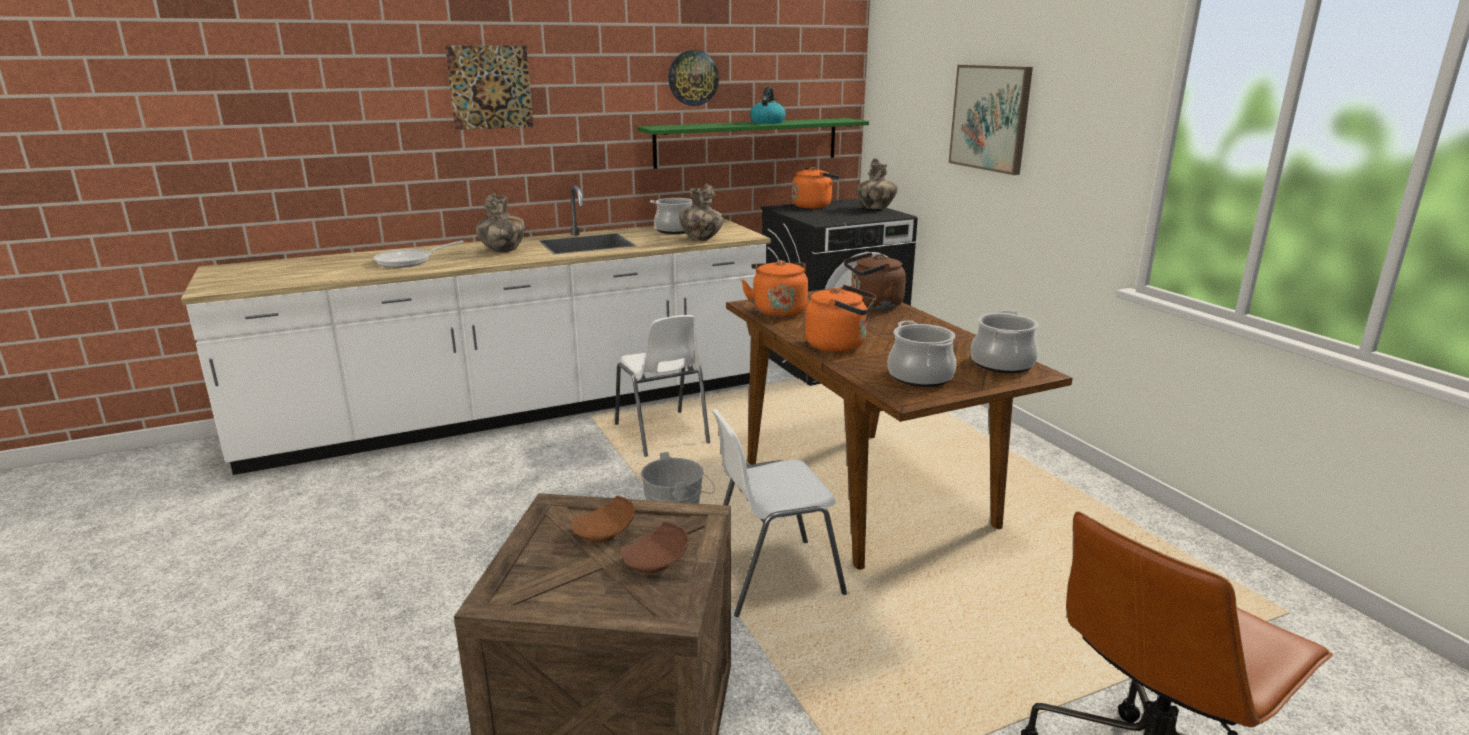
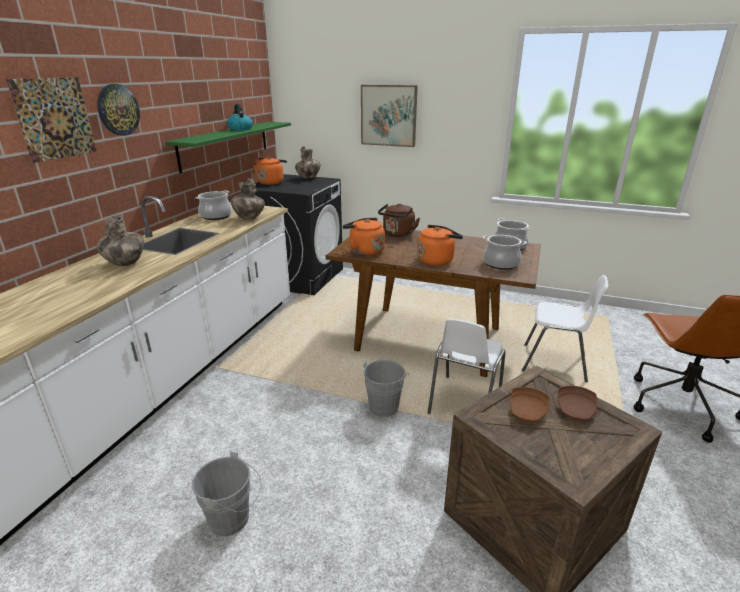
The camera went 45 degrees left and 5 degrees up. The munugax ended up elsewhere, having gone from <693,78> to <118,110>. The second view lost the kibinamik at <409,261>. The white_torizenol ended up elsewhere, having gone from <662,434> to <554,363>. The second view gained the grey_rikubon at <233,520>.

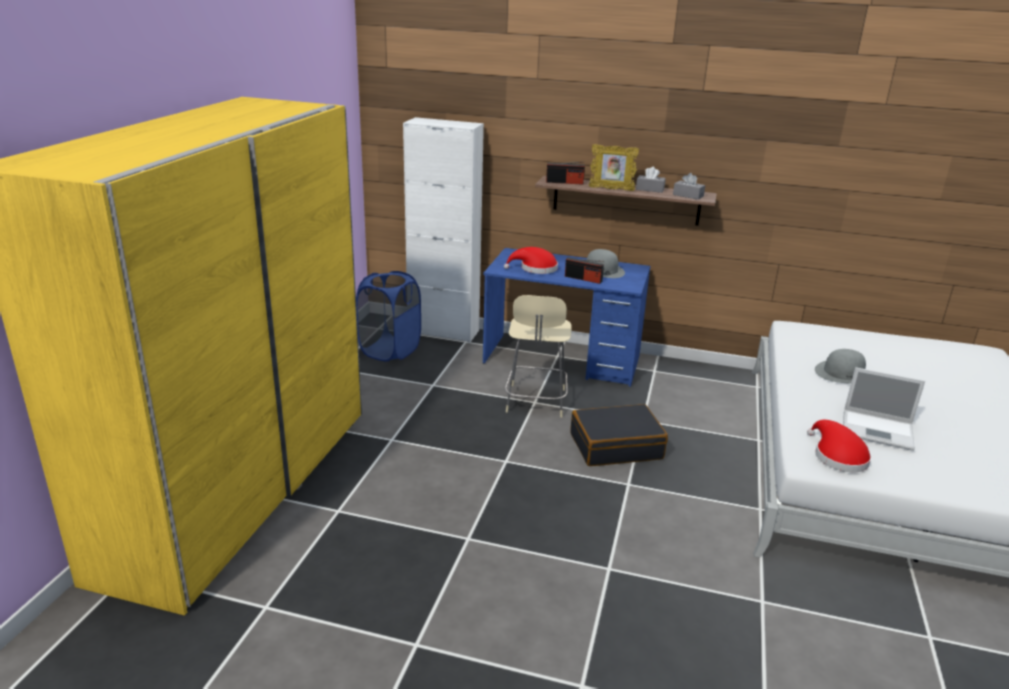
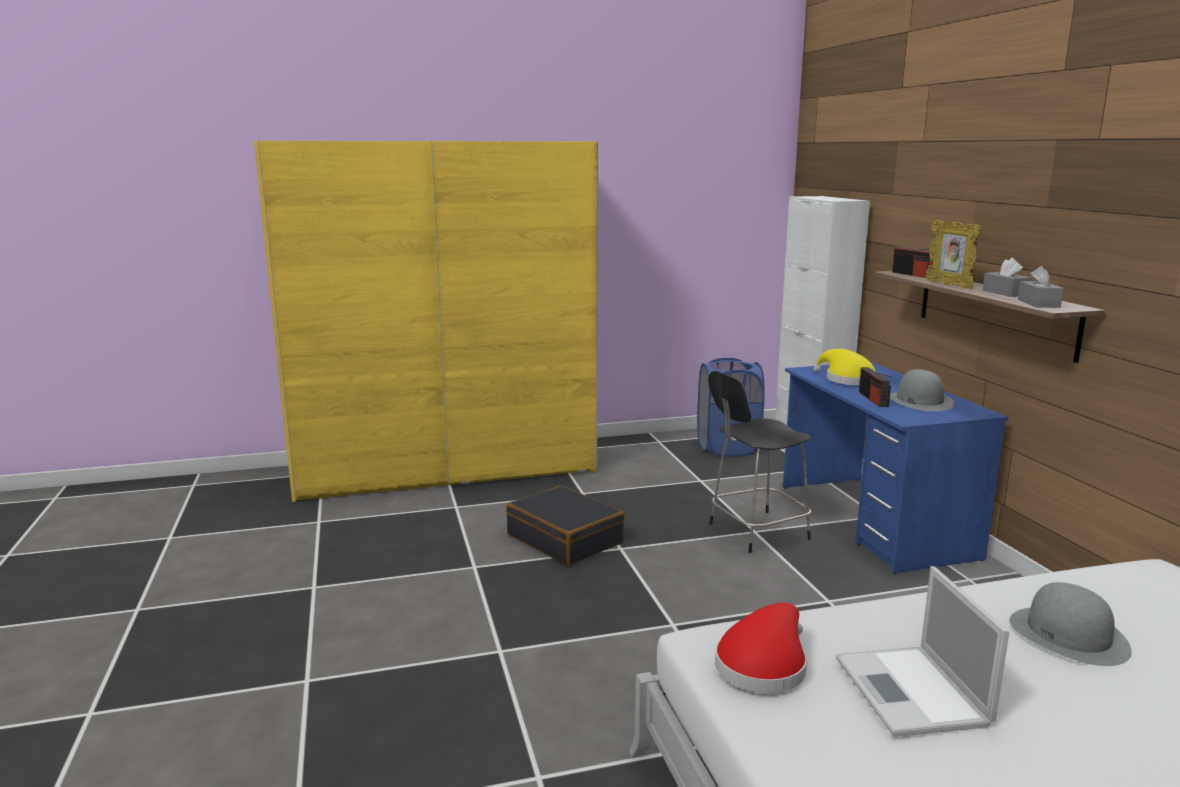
The camera went 60 degrees right and 10 degrees down. What was the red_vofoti at <535,269> turned into the yellow_vofoti at <846,380>. What was the beige_torizenol at <535,402> turned into the black_torizenol at <755,532>. The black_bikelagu ended up elsewhere, having gone from <616,446> to <565,539>.

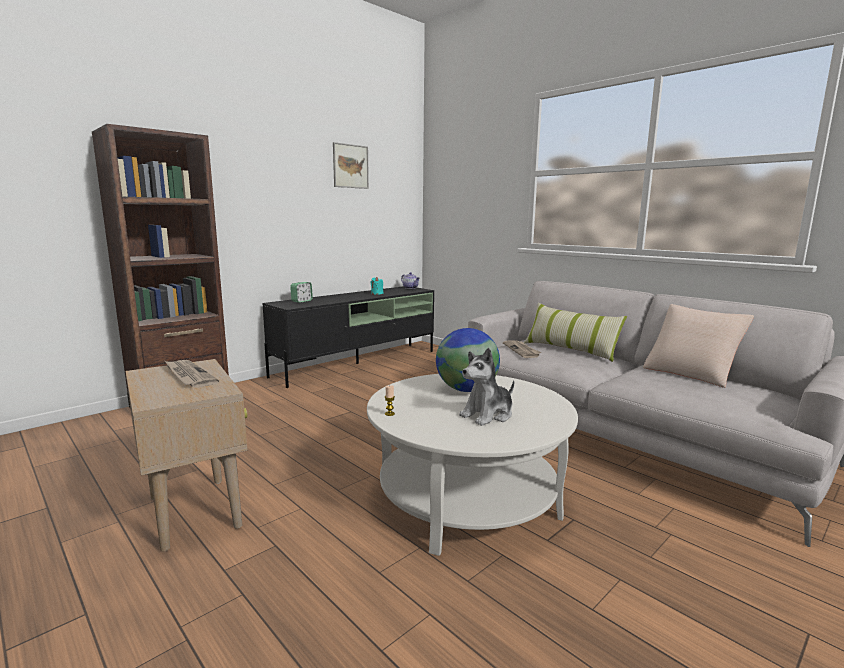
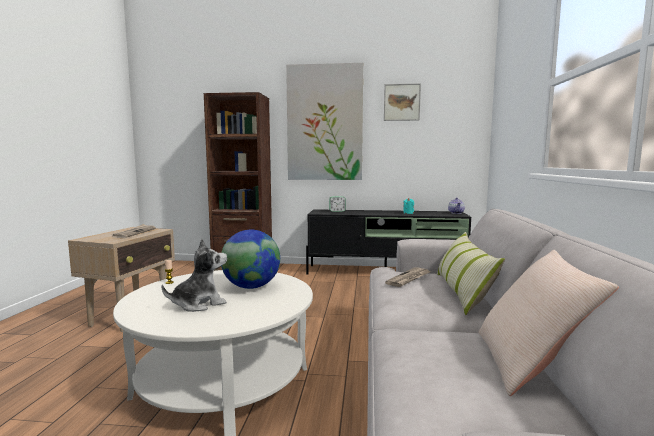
The camera went 50 degrees right and 5 degrees down. The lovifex at <488,415> ended up facing another way, 135 degrees clockwise from before. The second view gained the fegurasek at <324,123>.

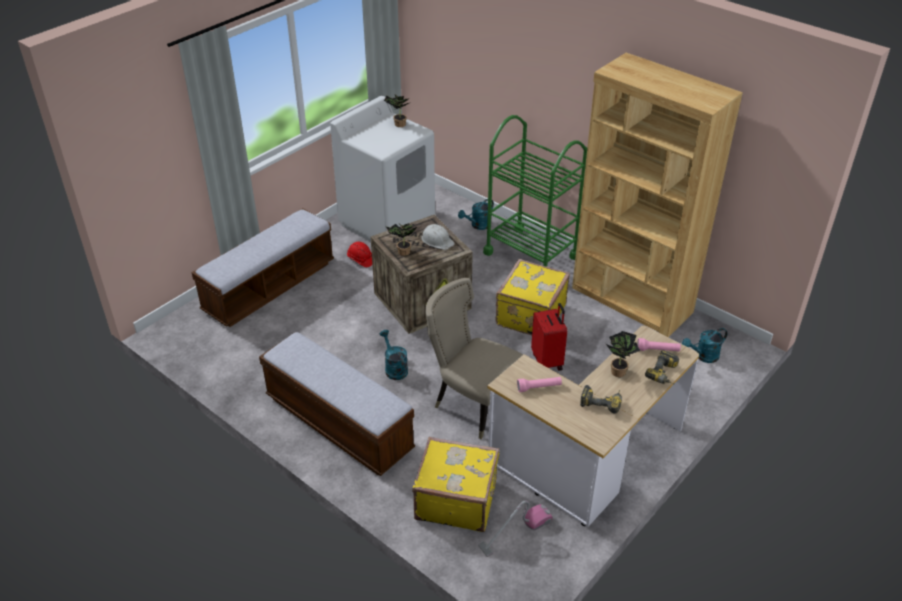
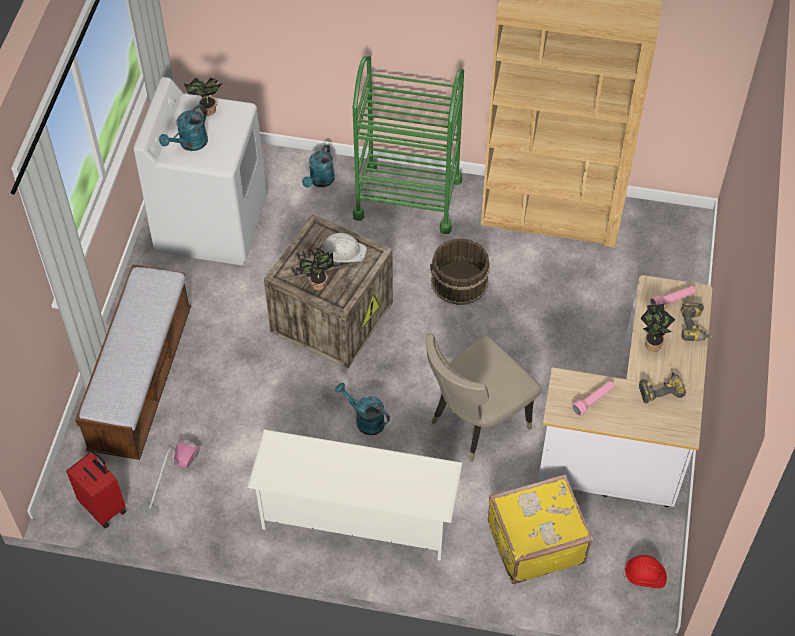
The camera went 30 degrees left and 15 degrees up. The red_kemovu ended up elsewhere, having gone from <360,260> to <645,576>. Where the yellow_bikelagu stood at <529,315>, the brown_rikubon came to stand at <459,282>. The beige_torizenol at <472,403> ended up facing another way, 45 degrees counterclockwise from before. The red_bikelagu ended up elsewhere, having gone from <548,361> to <104,506>. The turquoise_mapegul ended up elsewhere, having gone from <703,356> to <190,144>. Where the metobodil stood at <338,423>, the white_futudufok came to stand at <357,516>. The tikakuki ended up elsewhere, having gone from <515,533> to <170,479>.

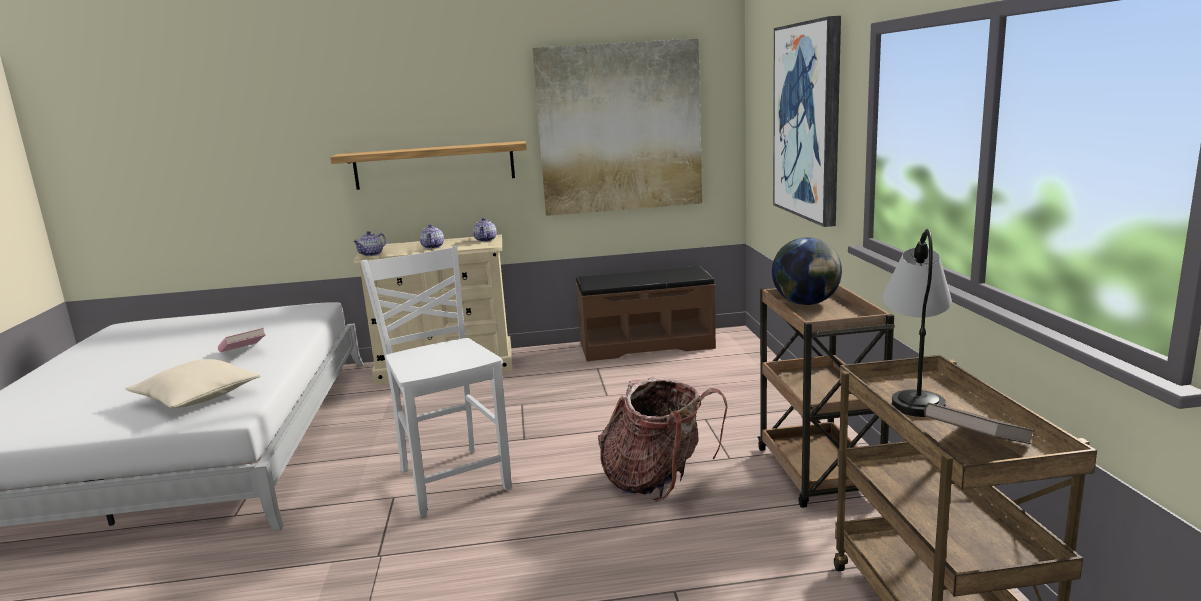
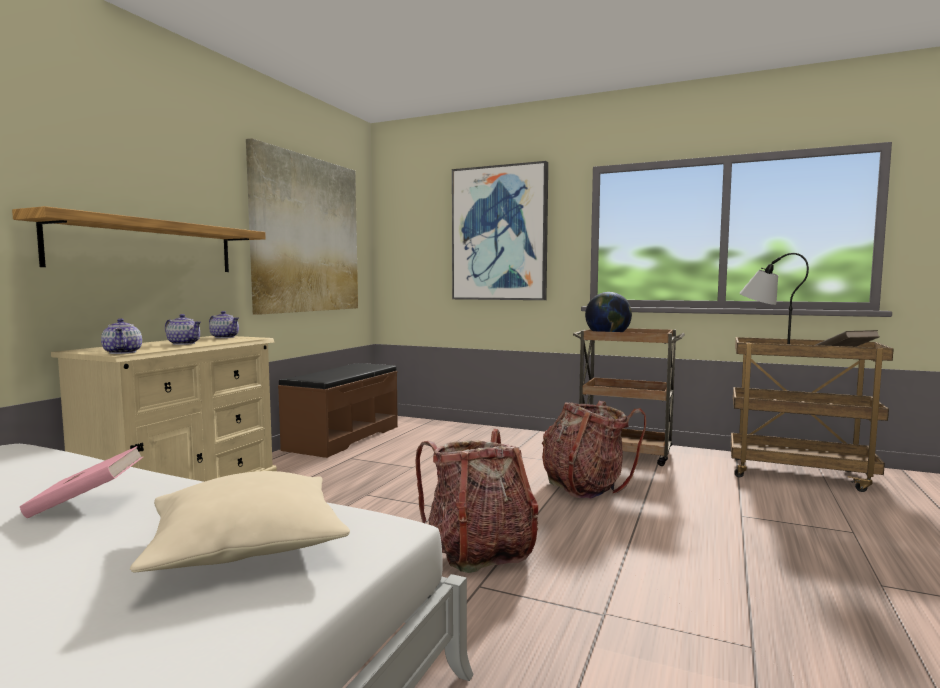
The camera went 60 degrees left and 10 degrees down. Where the white_torizenol stood at <452,479>, the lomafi came to stand at <479,550>.

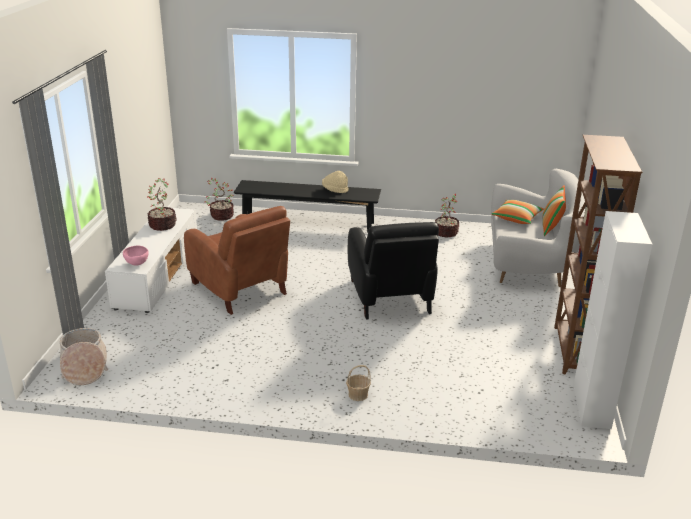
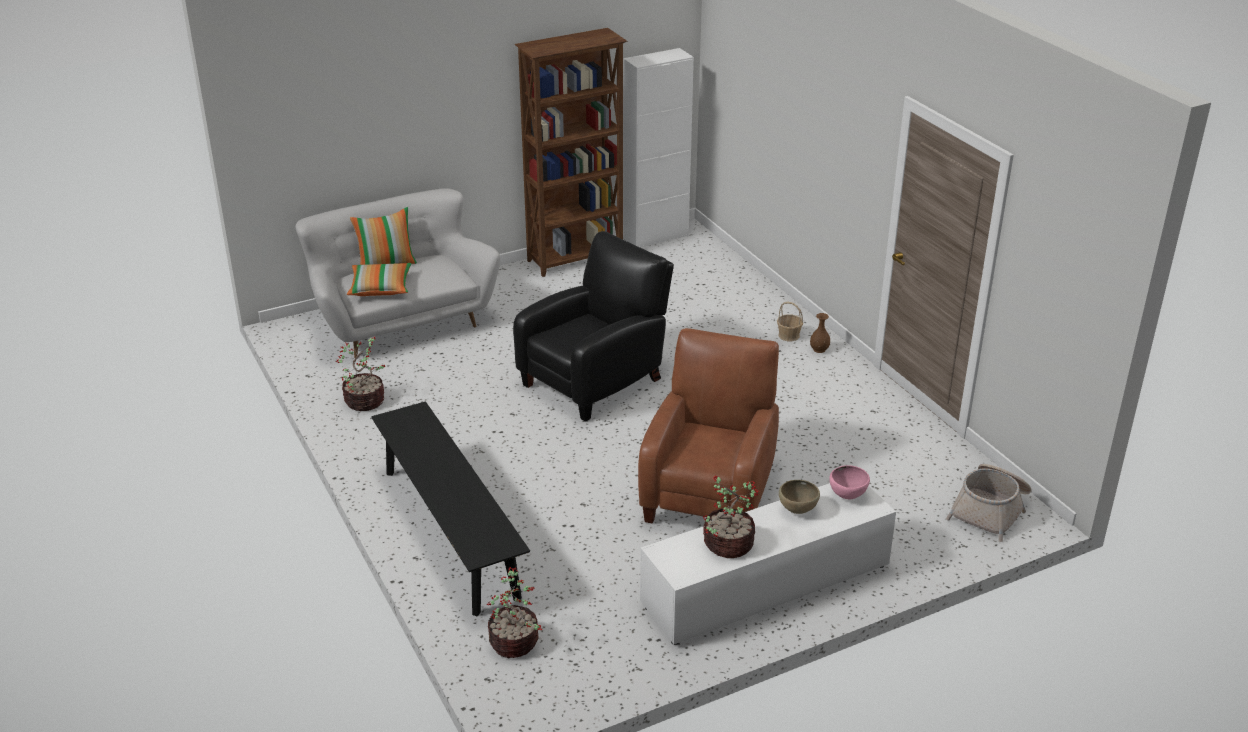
The camera went 125 degrees left and 5 degrees up. The second view lost the beige_vofoti at <335,190>. The second view gained the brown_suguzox at <819,349>. The second view gained the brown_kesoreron at <797,510>.

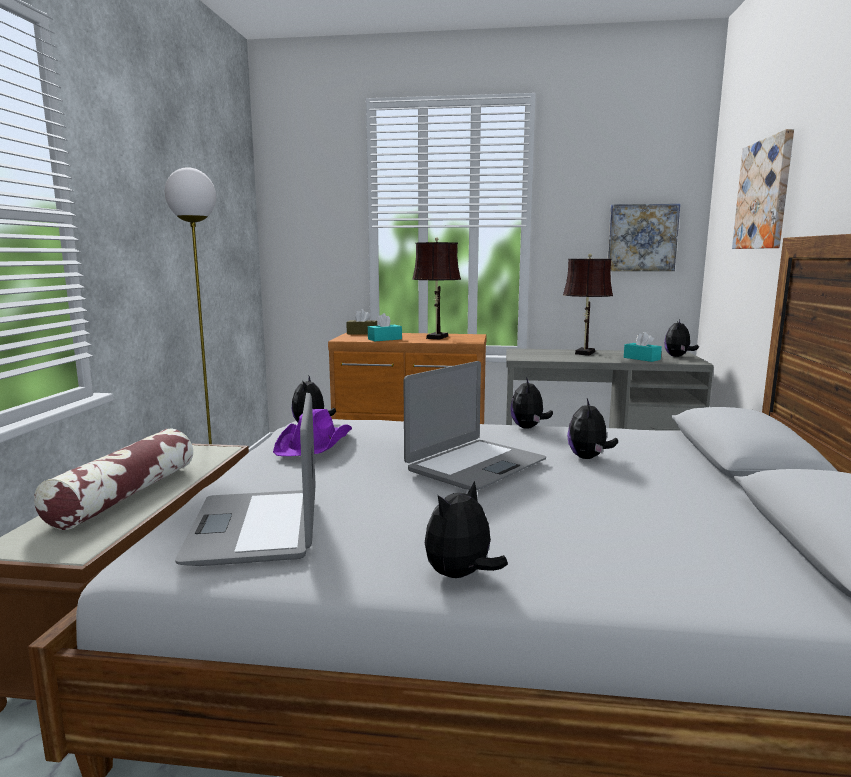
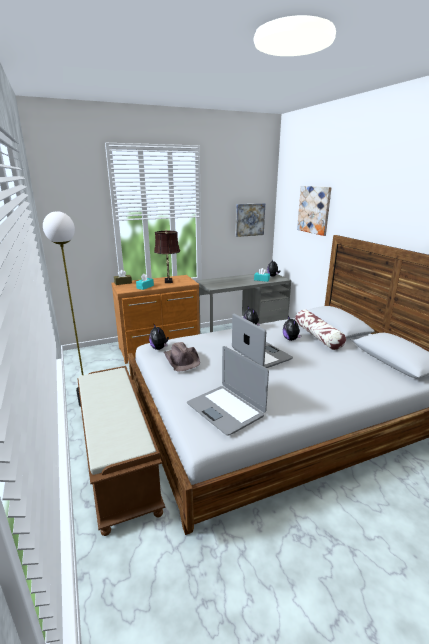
The camera went 30 degrees left and 10 degrees up. The second view lost the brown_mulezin at <584,353>. The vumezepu at <475,465> ended up facing another way, 45 degrees counterclockwise from before. What was the purple_vofoti at <314,443> turned into the brown_vofoti at <182,359>. The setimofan ended up elsewhere, having gone from <125,495> to <318,336>. The second view lost the lovifex at <460,576>.

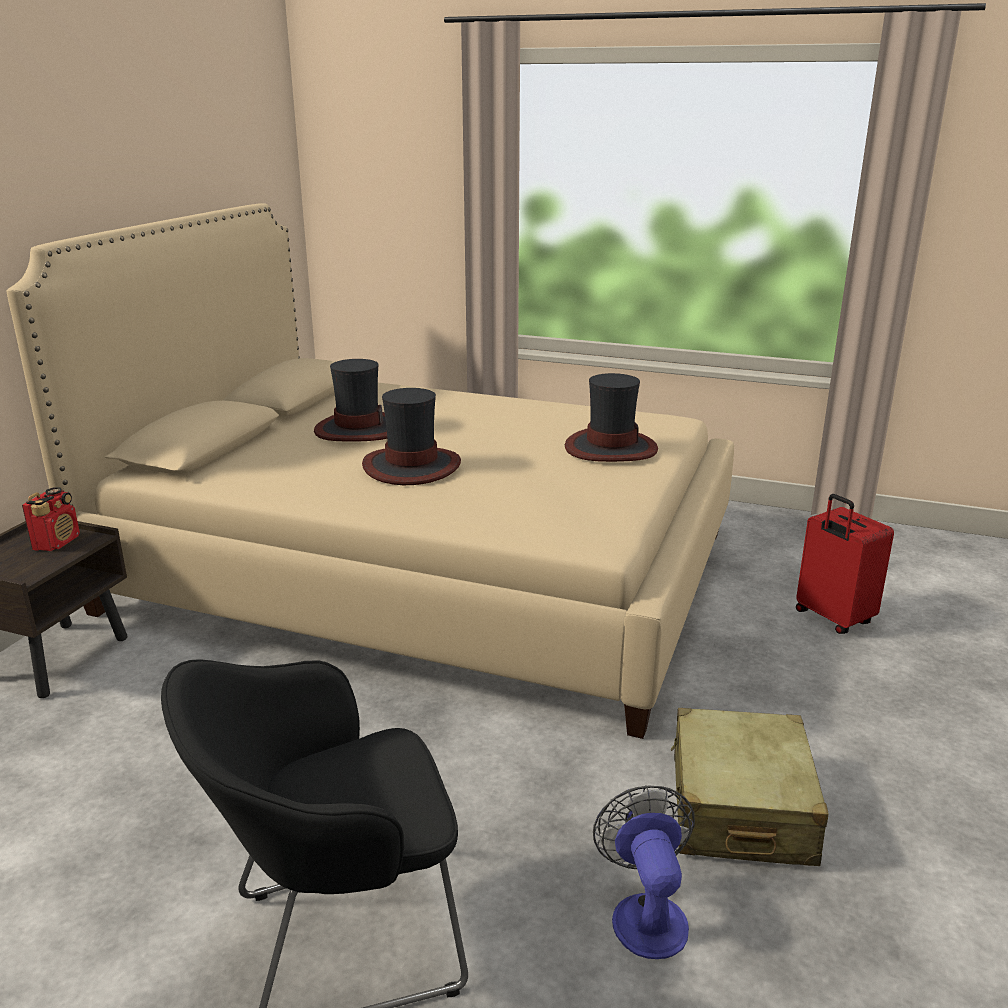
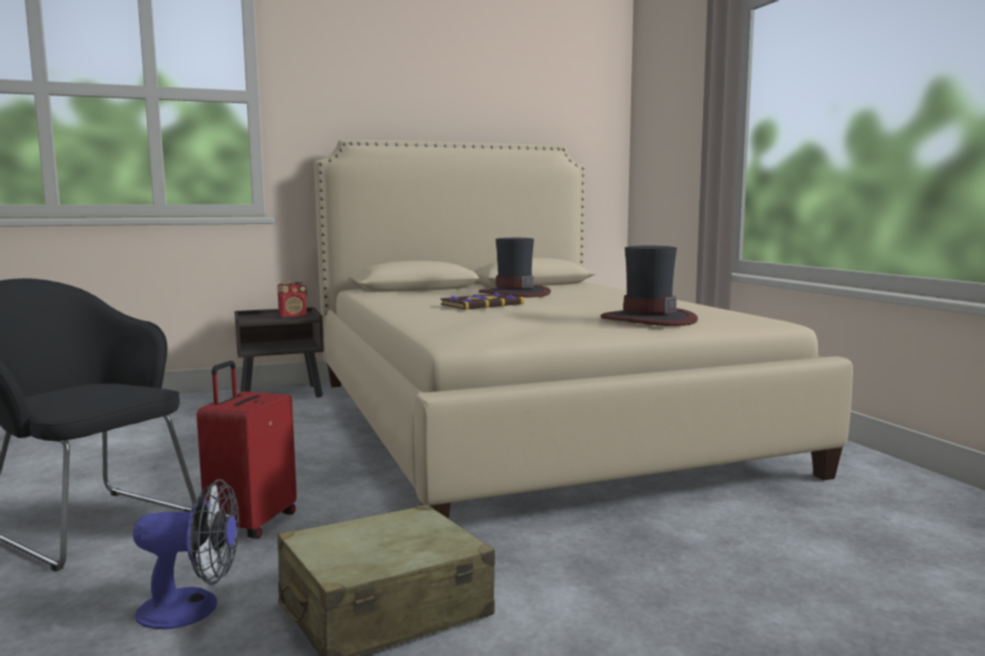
The camera went 50 degrees right and 15 degrees down. Where the vofoti stood at <412,466>, the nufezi came to stand at <481,304>. The red_bikelagu ended up elsewhere, having gone from <832,618> to <251,524>. The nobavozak at <646,913> ended up facing another way, 45 degrees clockwise from before.

